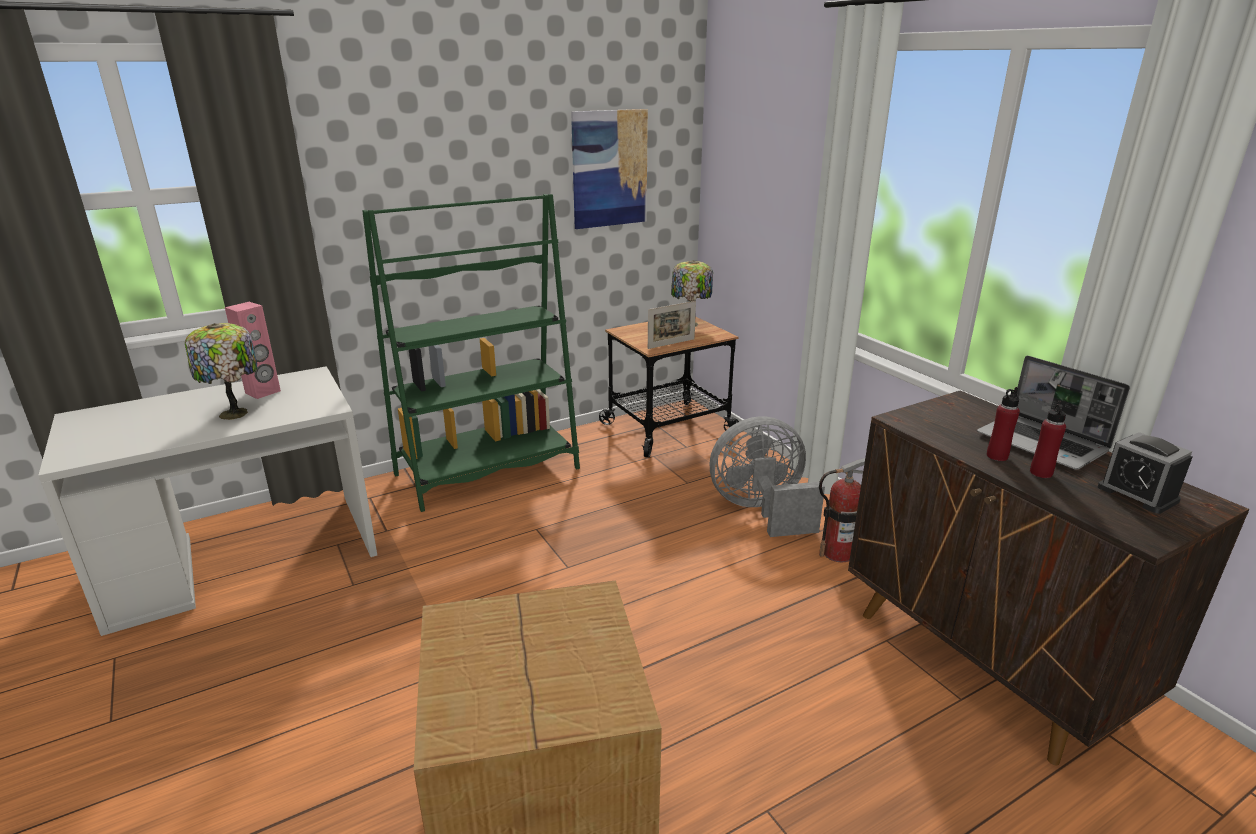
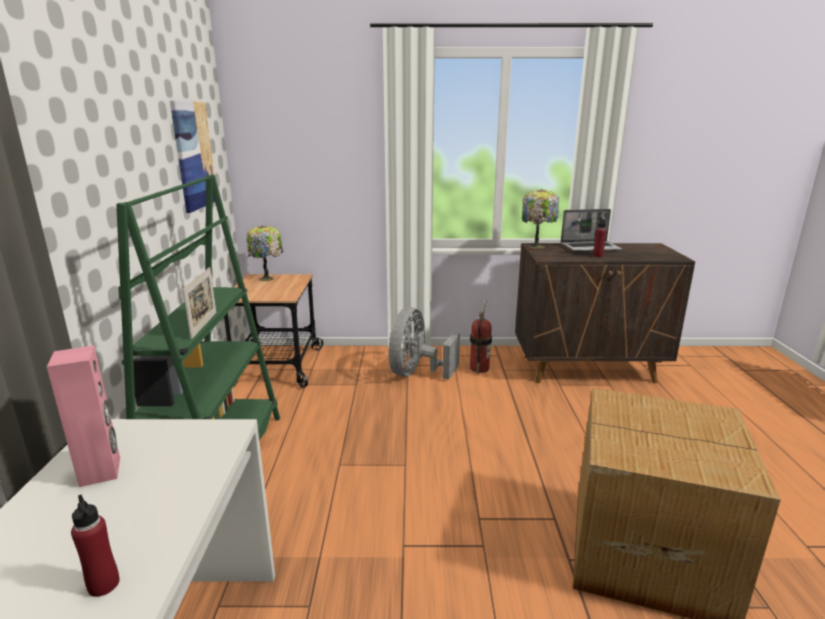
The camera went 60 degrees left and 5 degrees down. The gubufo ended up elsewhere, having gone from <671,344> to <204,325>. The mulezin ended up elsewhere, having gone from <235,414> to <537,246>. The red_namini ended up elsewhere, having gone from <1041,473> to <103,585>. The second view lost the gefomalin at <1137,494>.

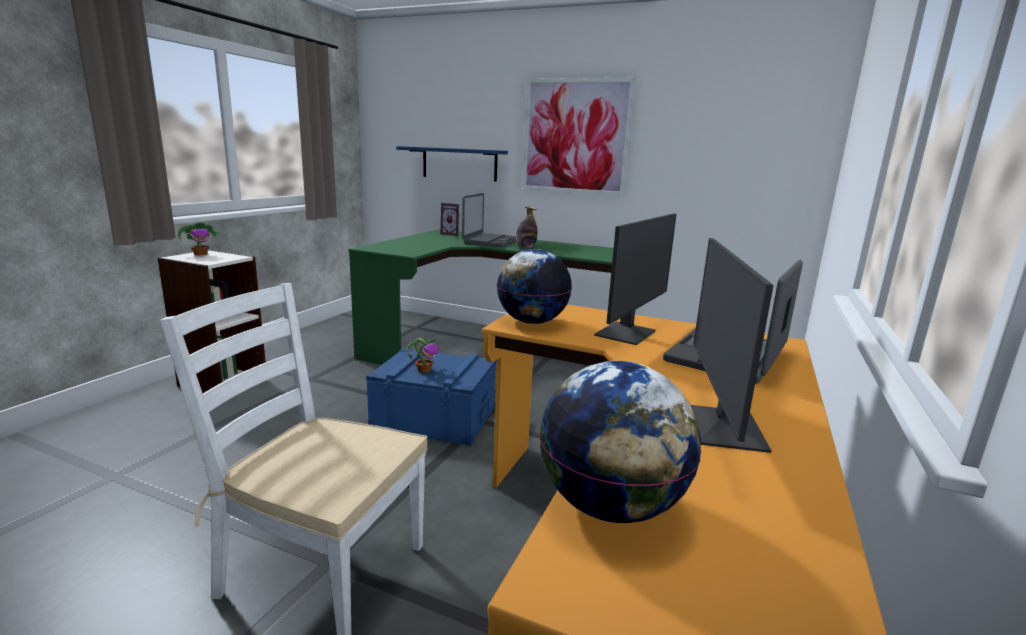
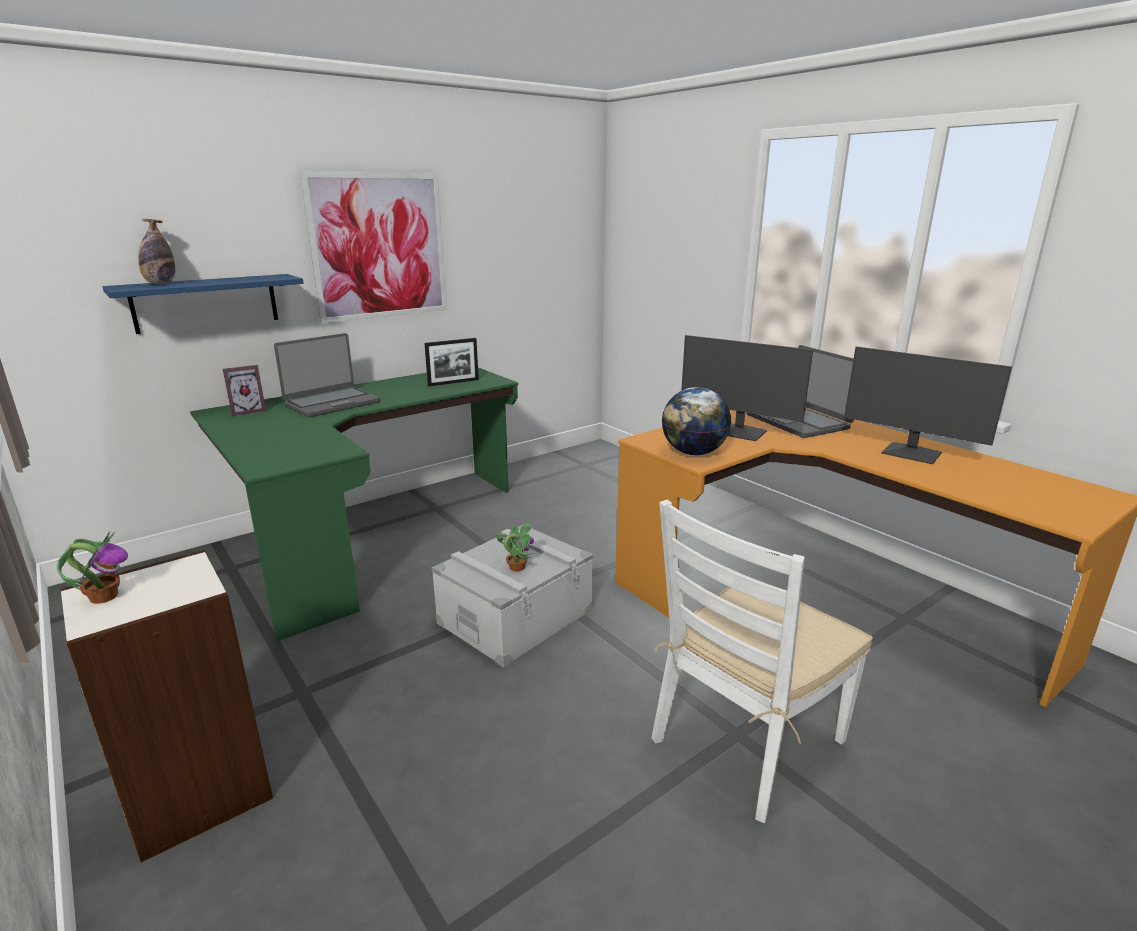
The camera went 60 degrees left and 5 degrees up. The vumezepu at <490,241> ended up facing another way, 90 degrees clockwise from before. The namini ended up elsewhere, having gone from <525,248> to <160,283>. The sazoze at <627,333> ended up facing another way, 150 degrees clockwise from before. What was the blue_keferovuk at <435,417> turned into the grey_keferovuk at <515,616>. The second view lost the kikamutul at <610,506>. The second view gained the gubufo at <453,382>.

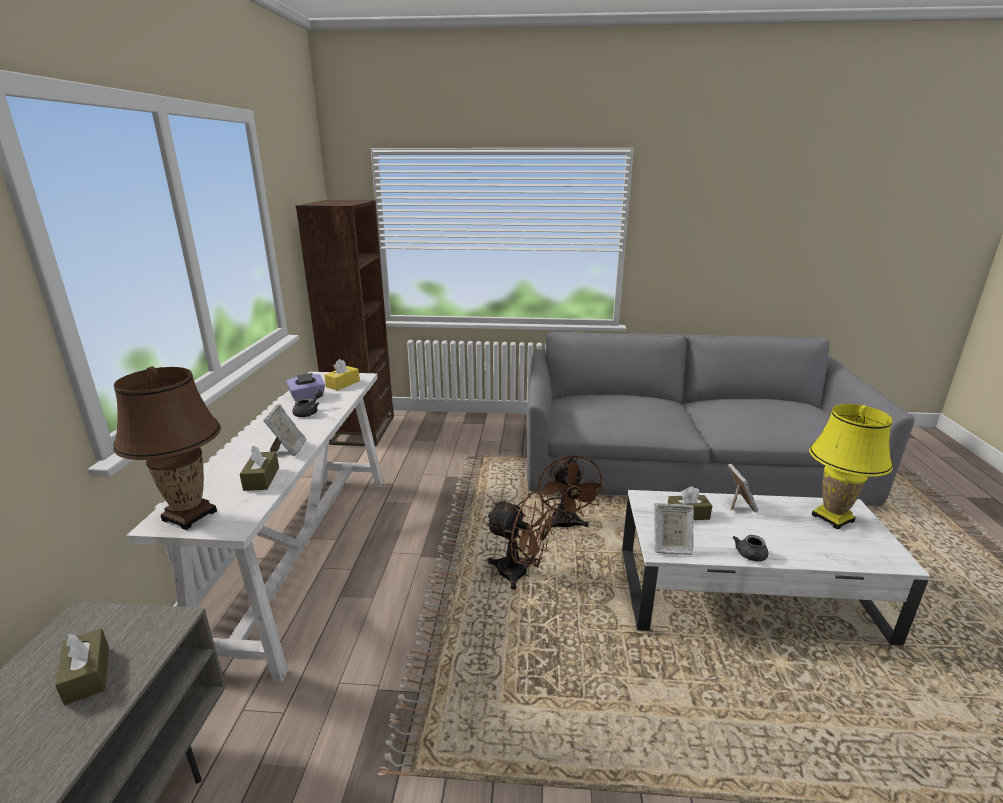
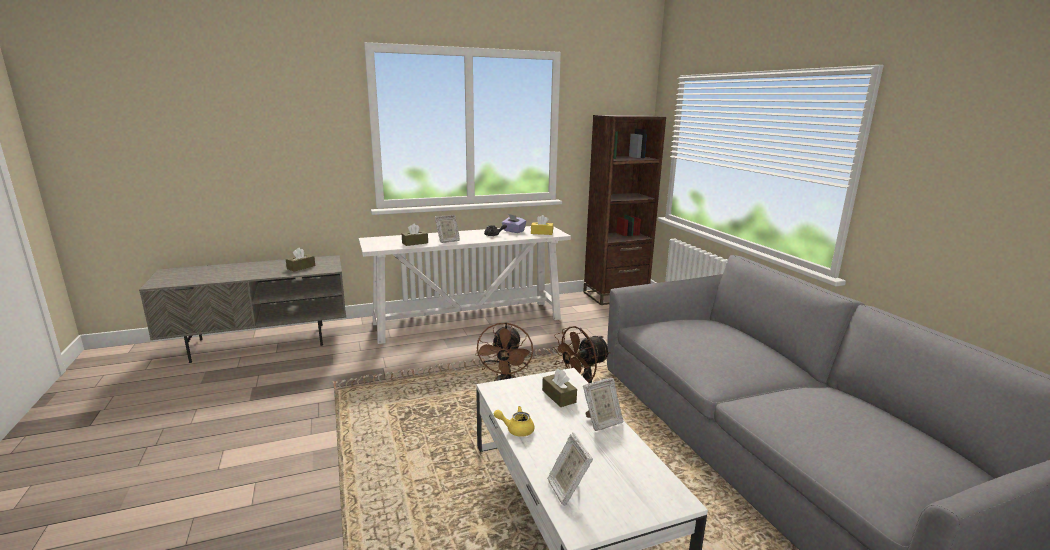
The camera went 65 degrees right and 5 degrees down. The second view lost the brown_mulezin at <190,515>. The second view lost the yellow_mulezin at <832,518>. The gubufo ended up elsewhere, having gone from <670,547> to <567,489>. What was the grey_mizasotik at <750,556> turned into the yellow_mizasotik at <516,429>.

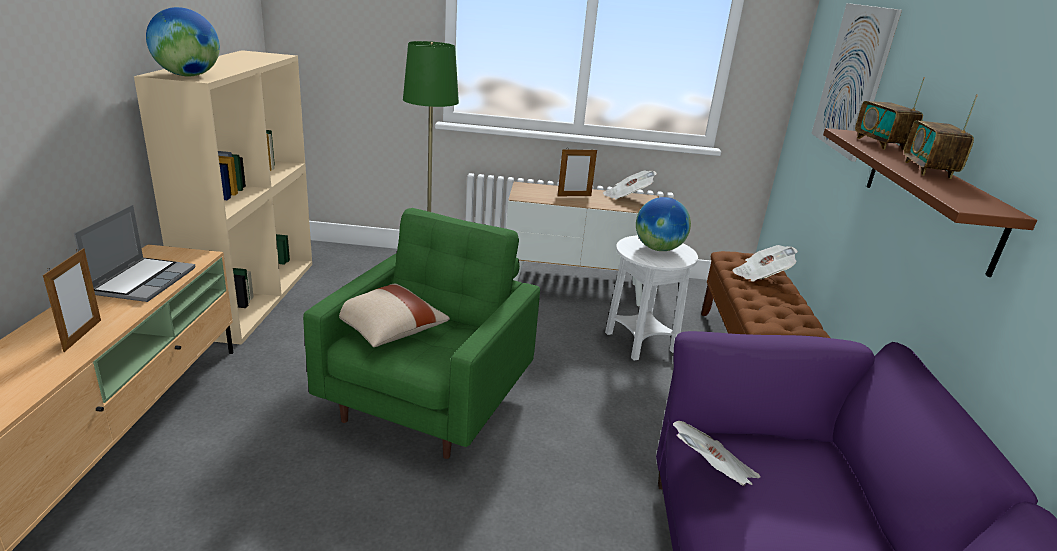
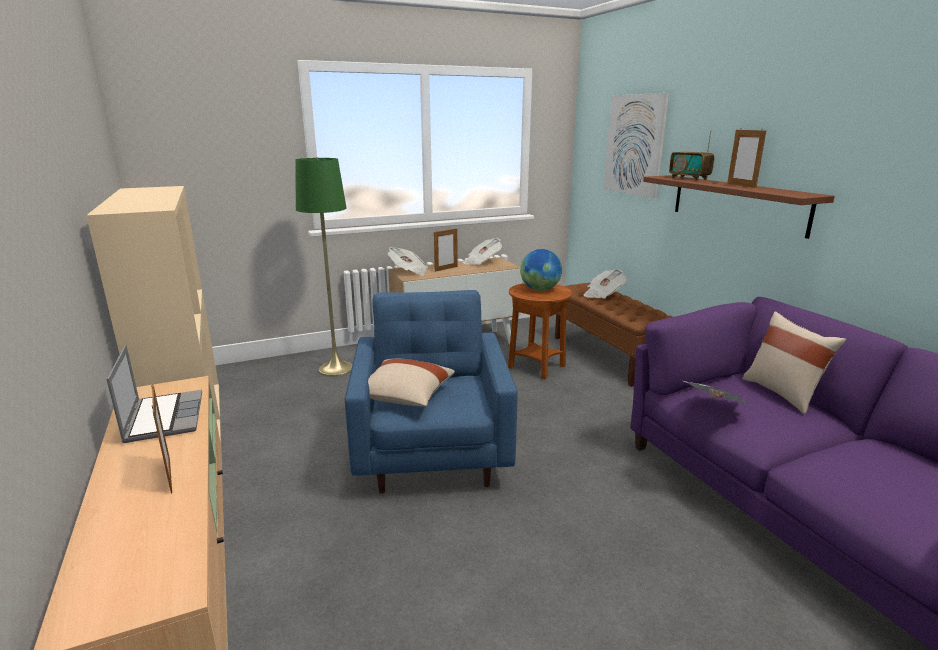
The camera went 25 degrees left and 5 degrees down. The second view lost the kikamutul at <188,76>. Where the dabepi stood at <928,170>, the gubufo came to stand at <741,185>. What was the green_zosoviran at <430,400> turned into the blue_zosoviran at <433,453>. What was the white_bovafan at <640,343> turned into the brown_bovafan at <536,367>. The second view gained the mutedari at <409,272>. The second view gained the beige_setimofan at <783,393>.

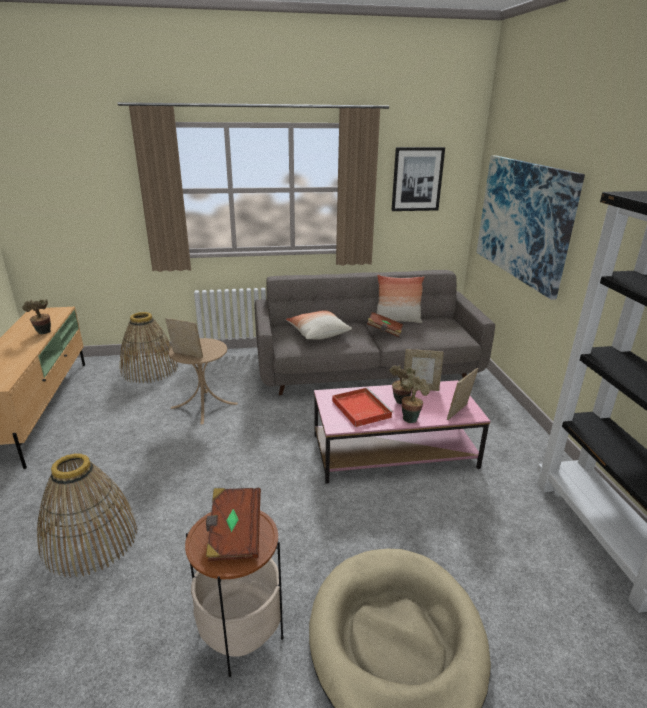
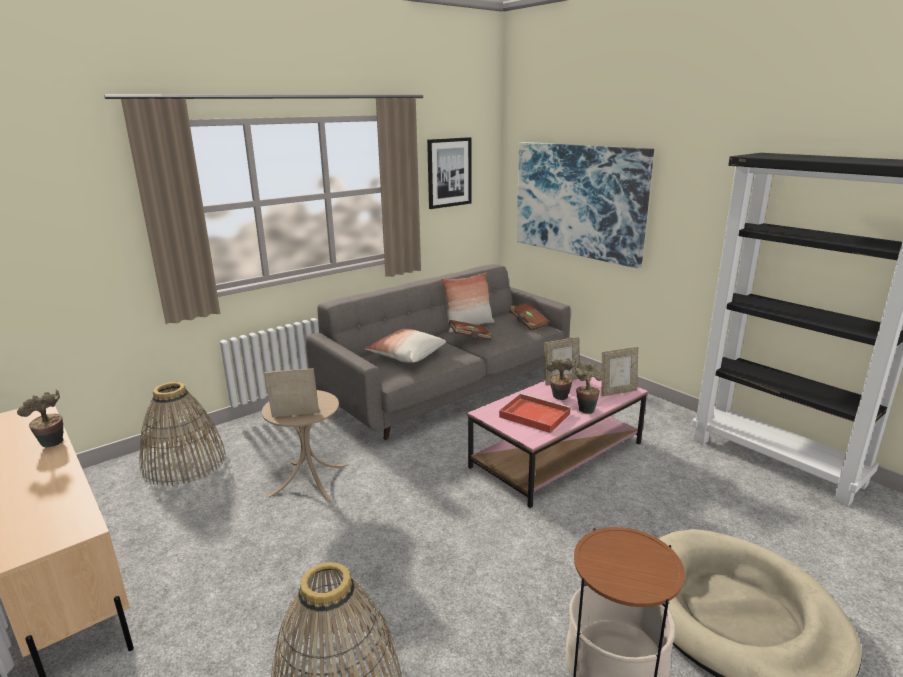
The camera went 30 degrees left and 5 degrees down. The gubufo at <459,413> ended up facing another way, 120 degrees counterclockwise from before. The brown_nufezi ended up elsewhere, having gone from <234,534> to <528,323>.

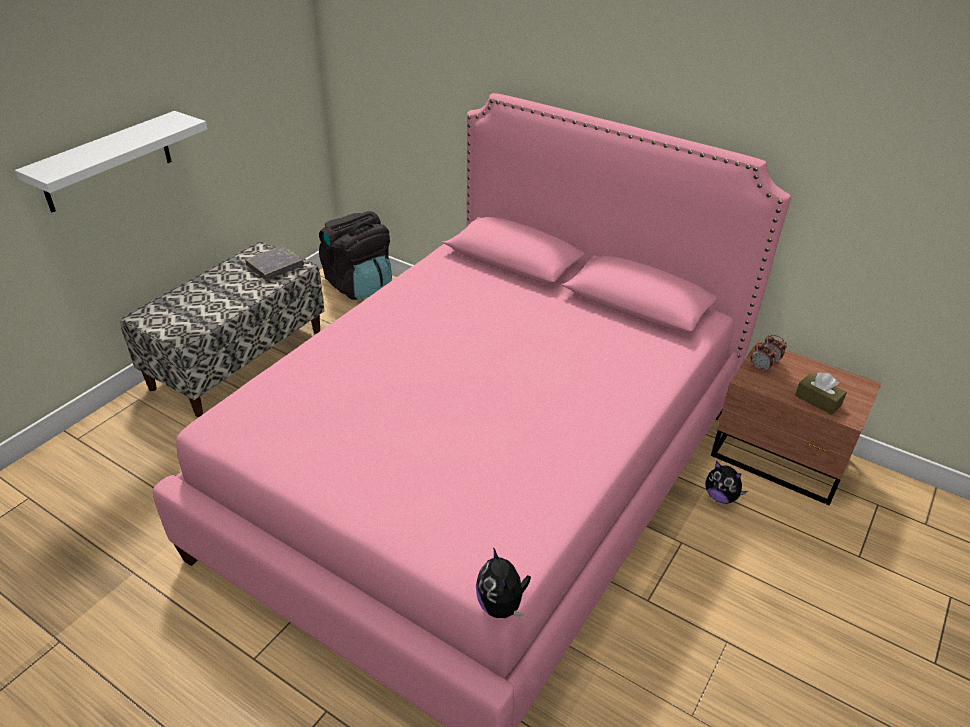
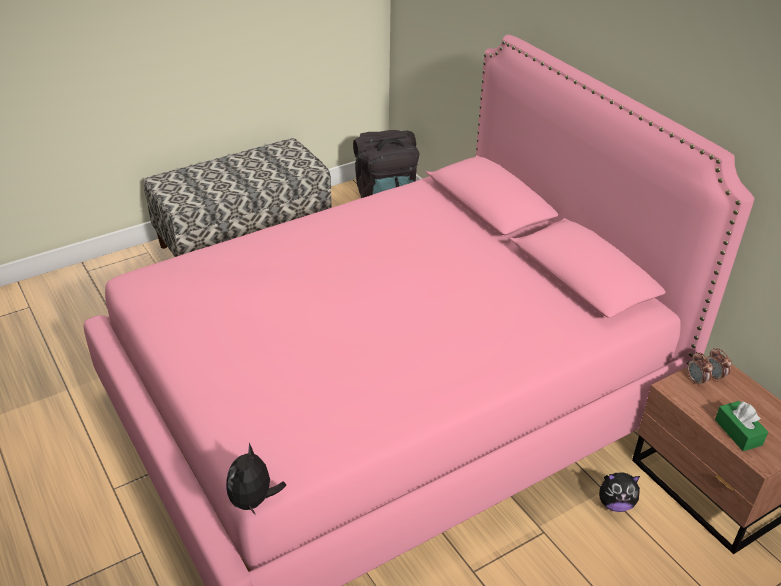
The camera went 25 degrees right and 0 degrees up. The second view lost the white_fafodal at <107,162>. The second view lost the grey_nufezi at <275,266>. What was the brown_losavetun at <818,400> turned into the green_losavetun at <738,432>. The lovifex at <721,497> ended up facing another way, 60 degrees counterclockwise from before.

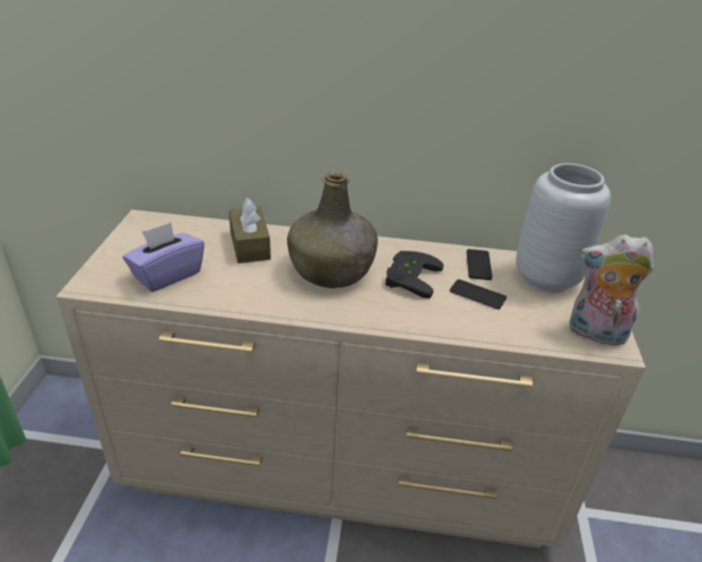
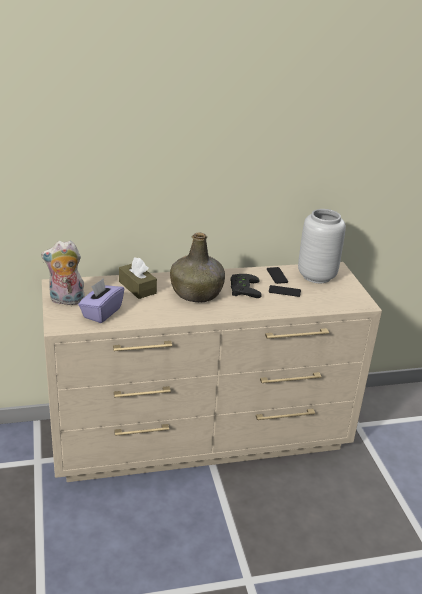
The camera went 20 degrees left and 5 degrees down. The lovifex ended up elsewhere, having gone from <595,334> to <66,301>.

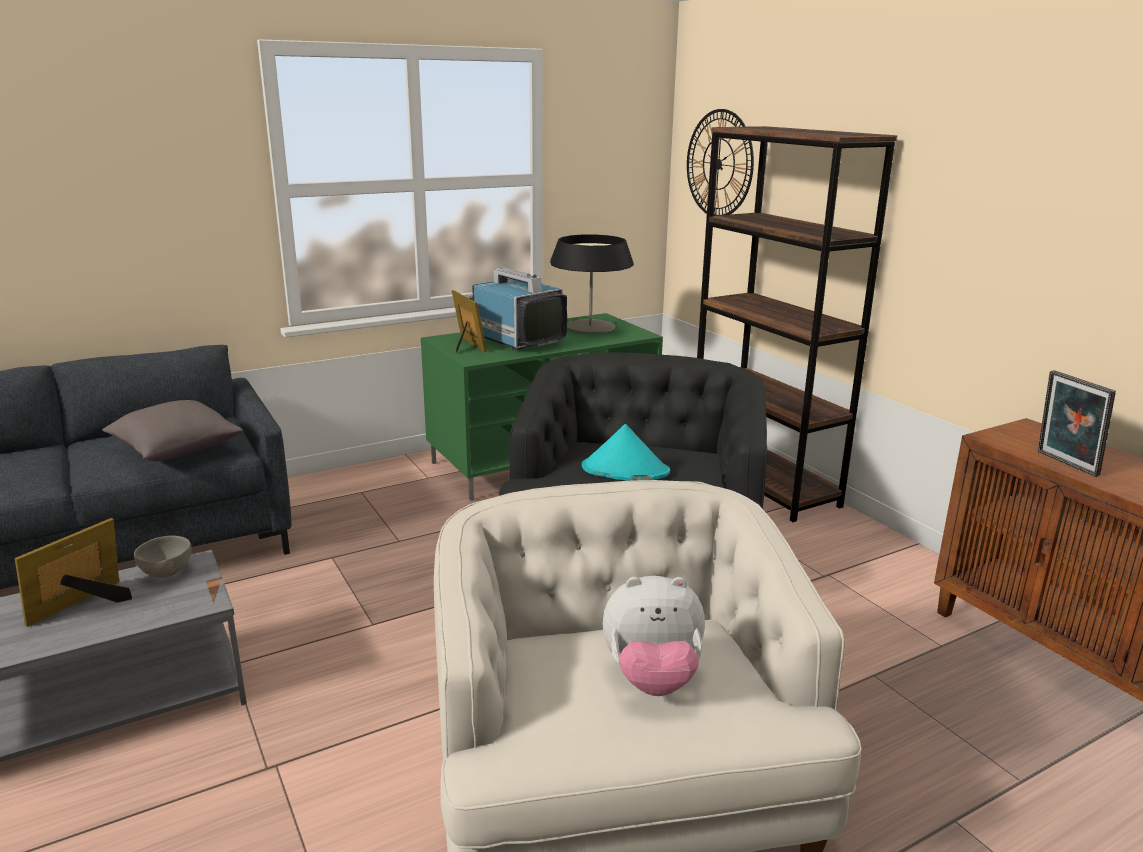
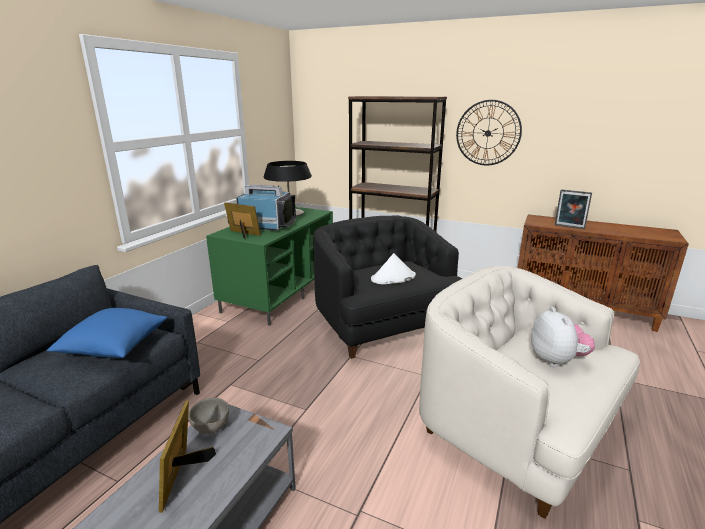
The camera went 35 degrees left and 0 degrees up. The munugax ended up elsewhere, having gone from <719,164> to <488,133>. What was the grey_setimofan at <176,450> turned into the blue_setimofan at <114,347>. What was the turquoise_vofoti at <625,470> turned into the white_vofoti at <393,278>. The lovifex at <652,679> ended up facing another way, 60 degrees counterclockwise from before.

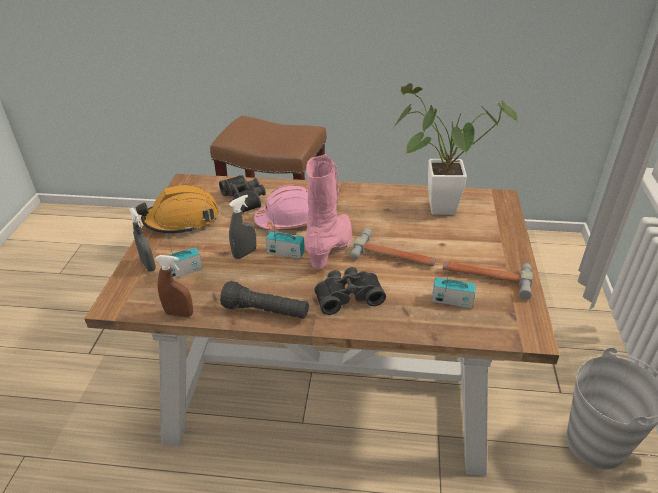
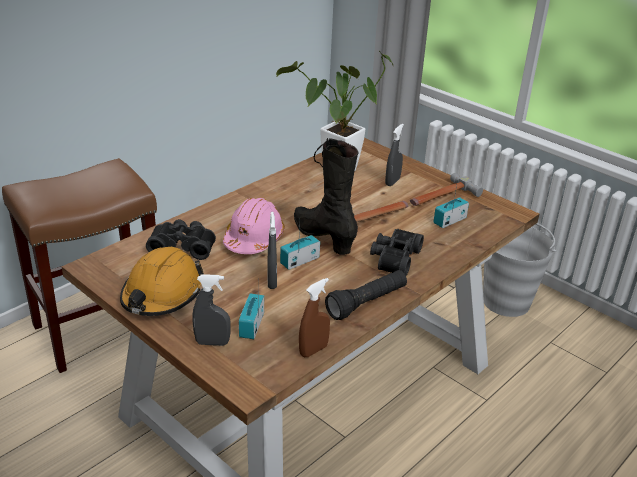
The camera went 55 degrees left and 5 degrees down. What was the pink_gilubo at <331,247> turned into the black_gilubo at <323,237>. The second view gained the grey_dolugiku at <392,182>.

